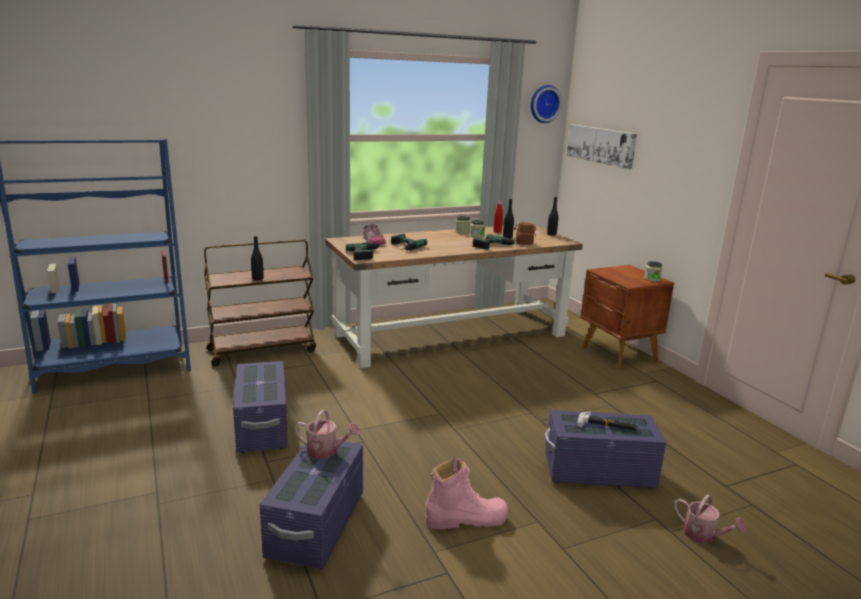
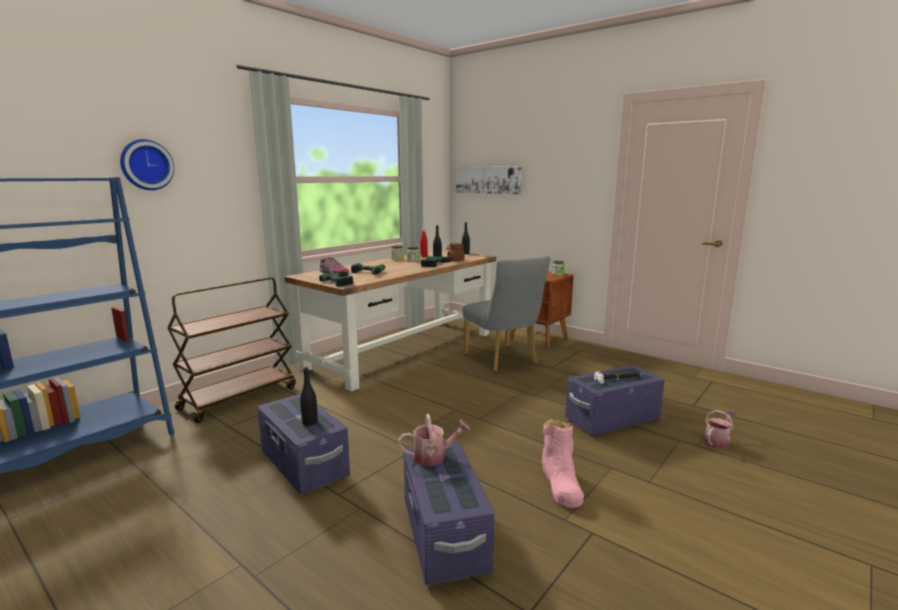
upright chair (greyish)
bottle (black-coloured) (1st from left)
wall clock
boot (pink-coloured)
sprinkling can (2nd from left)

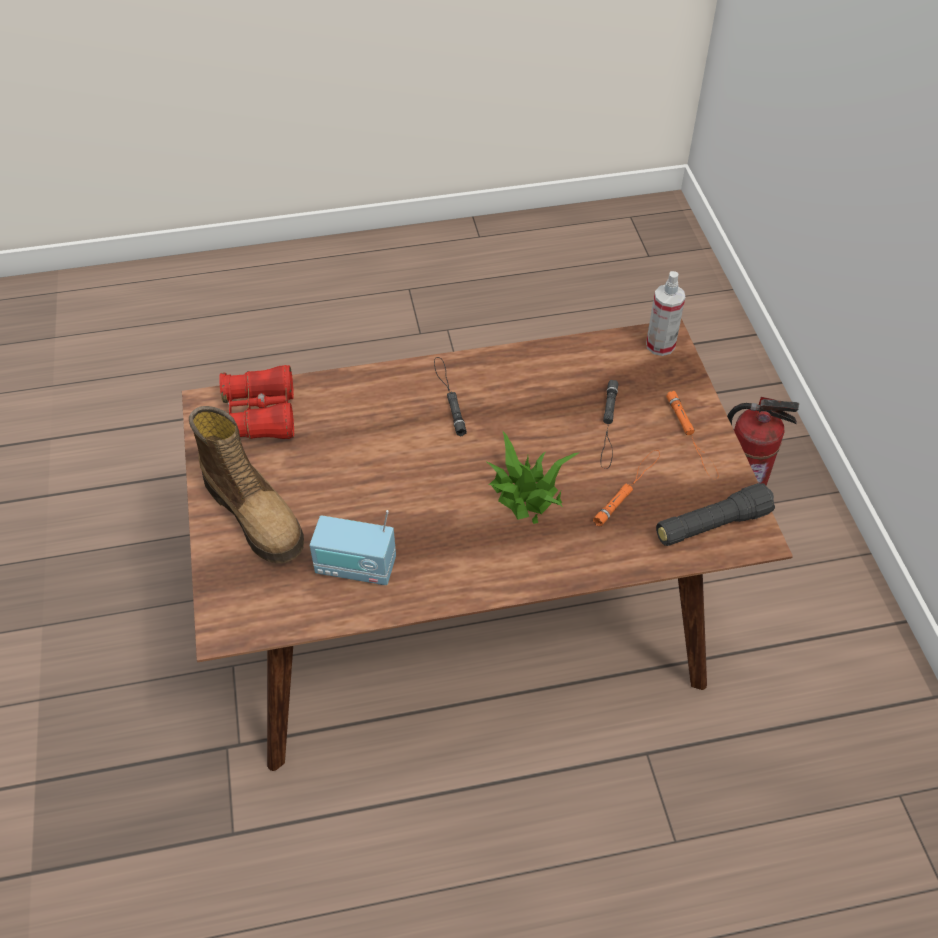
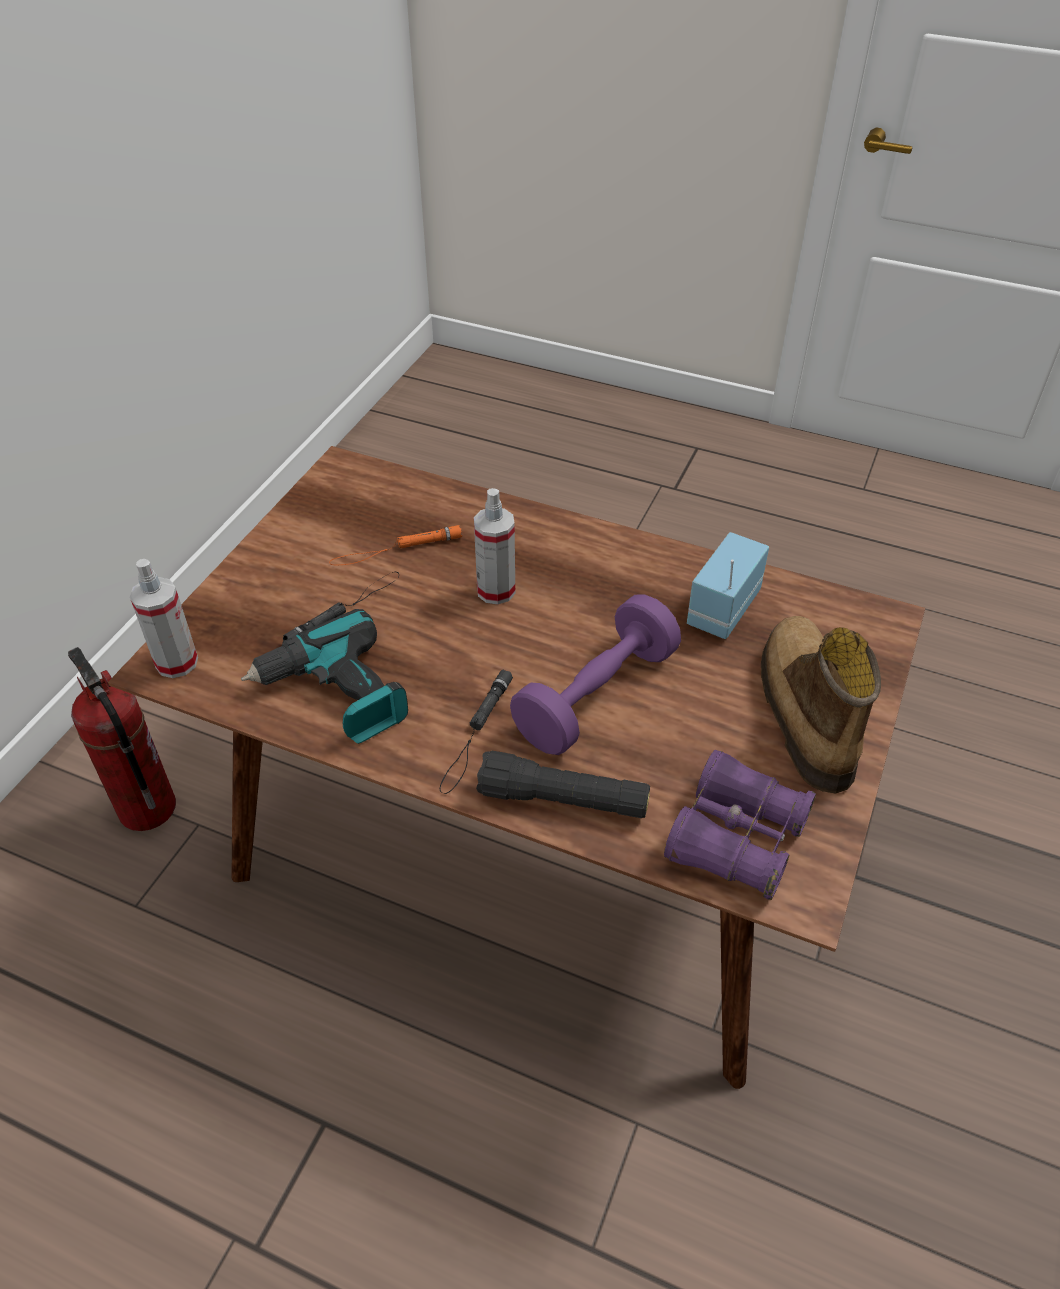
hand torch (orange) (2nd from left in the first image)
drill
free weight (purple-coloured)
hand torch (black-coloured) (3rd from left)
hand sprayer (2nd from left)
binoculars (purple-coloured)
radio set

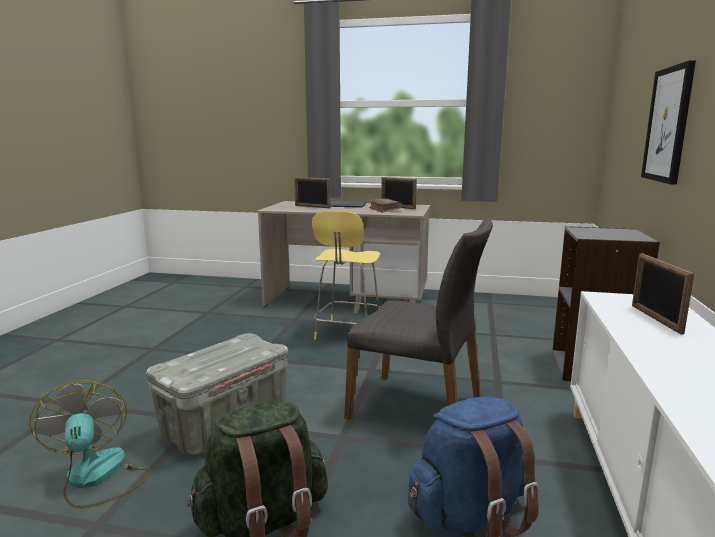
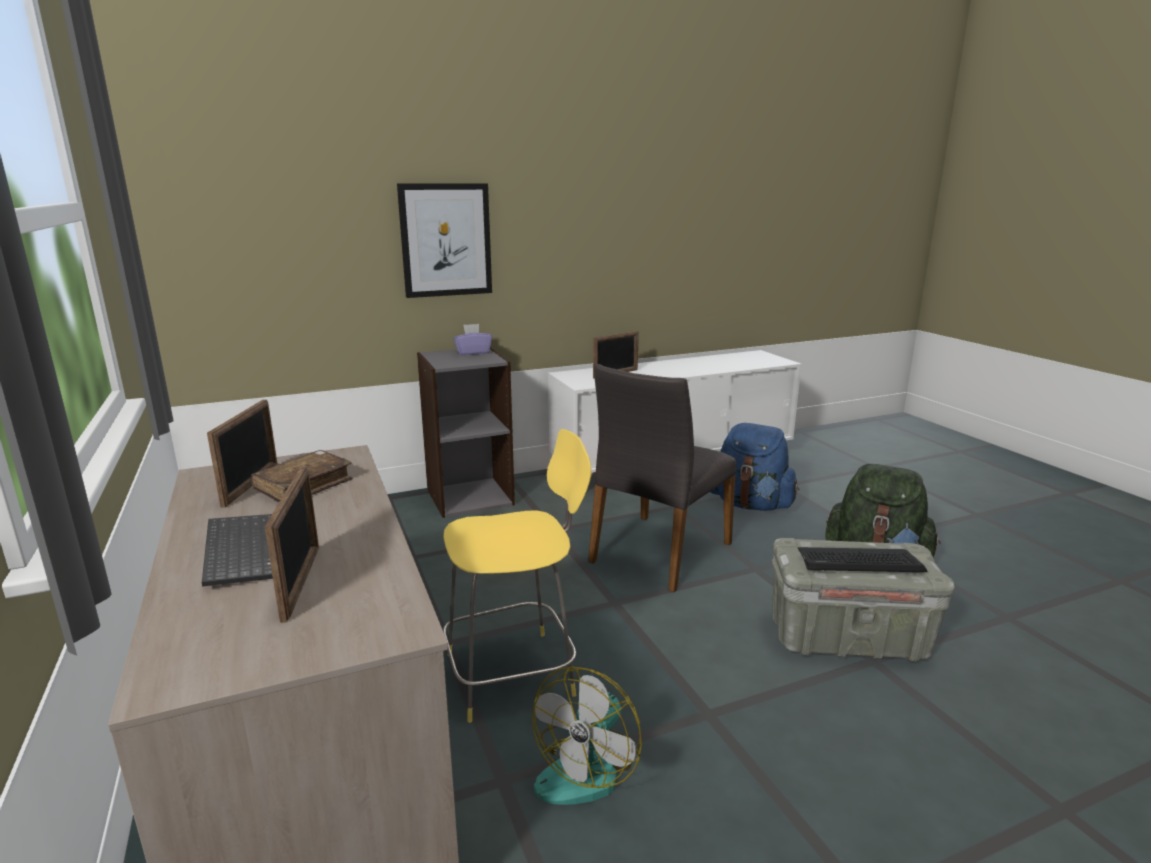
tissue holder (purple-coloured)
PC keyboard (2nd from left)
fan
upright chair (greyish)

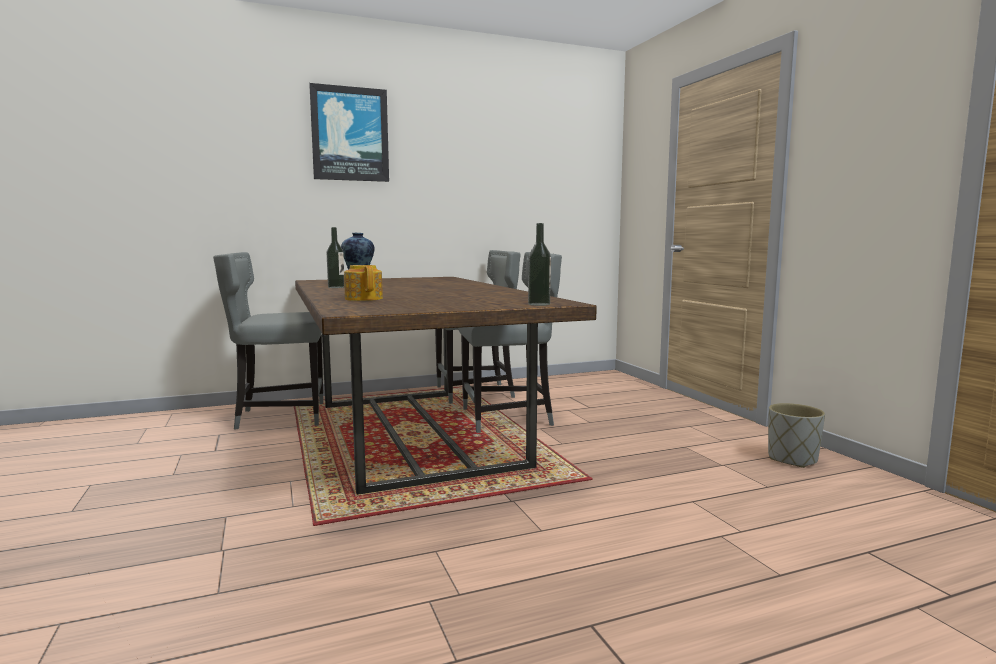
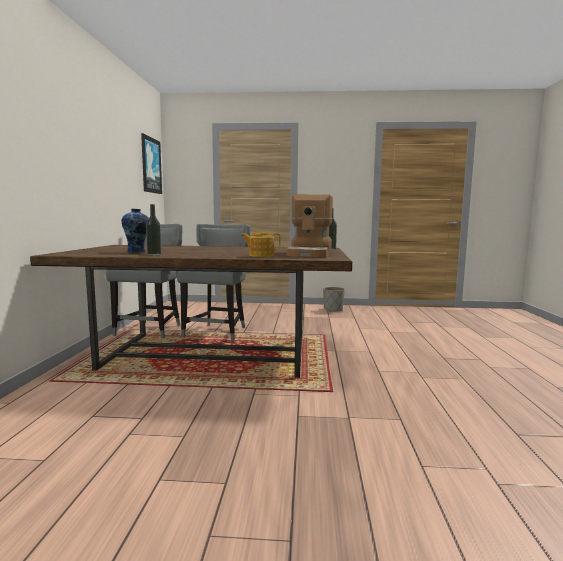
upright chair (greyish) (1st from left in the first image)
coffee maker
wall picture

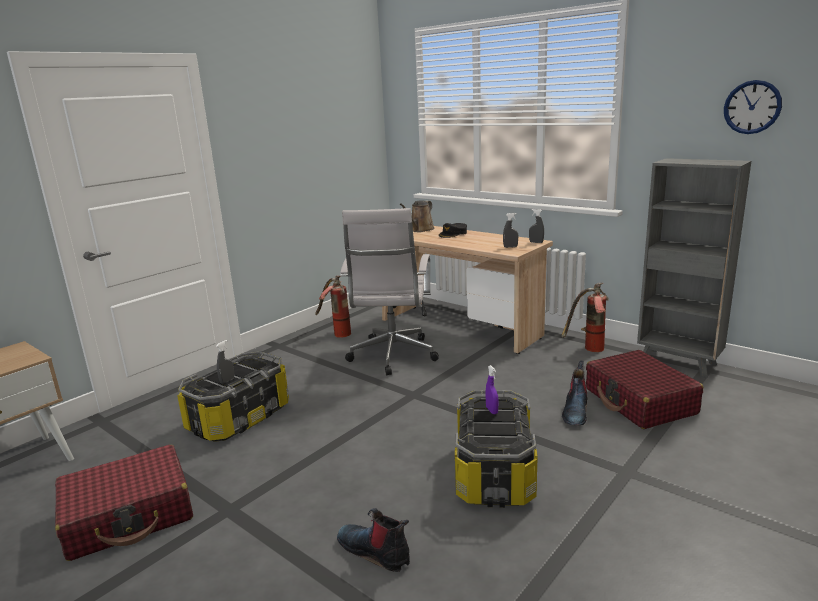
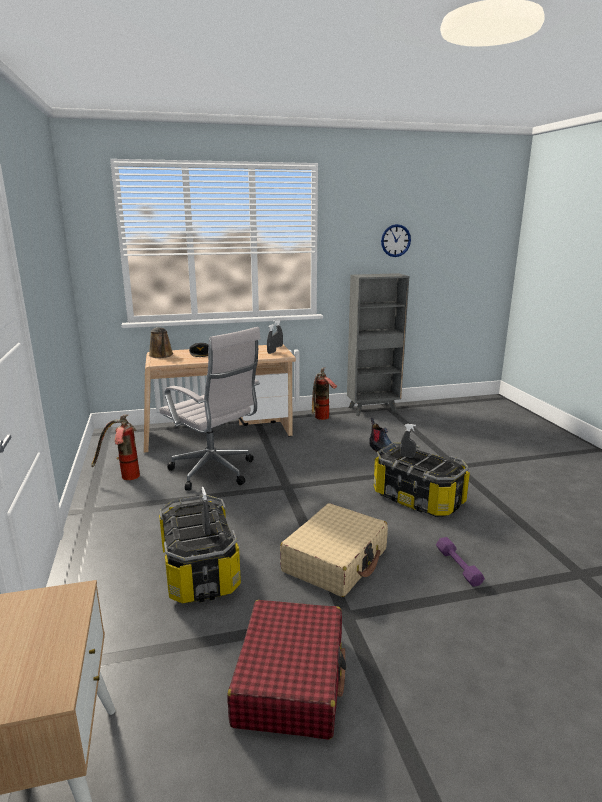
piece of luggage (red-coloured) (2nd from left in the first image)
piece of luggage (beige)
free weight (purple-coloured)
hand sprayer (greyish) (4th from left)

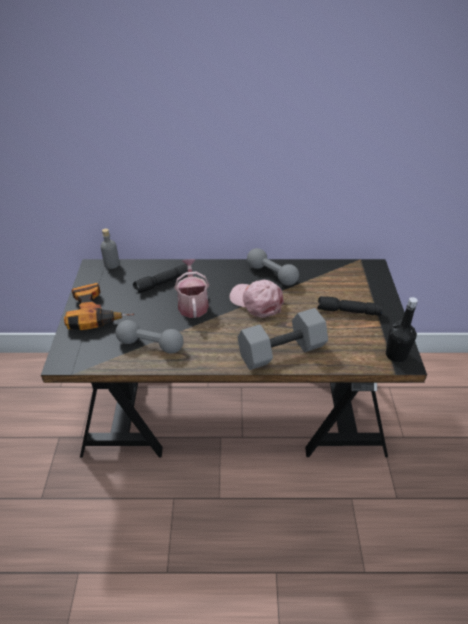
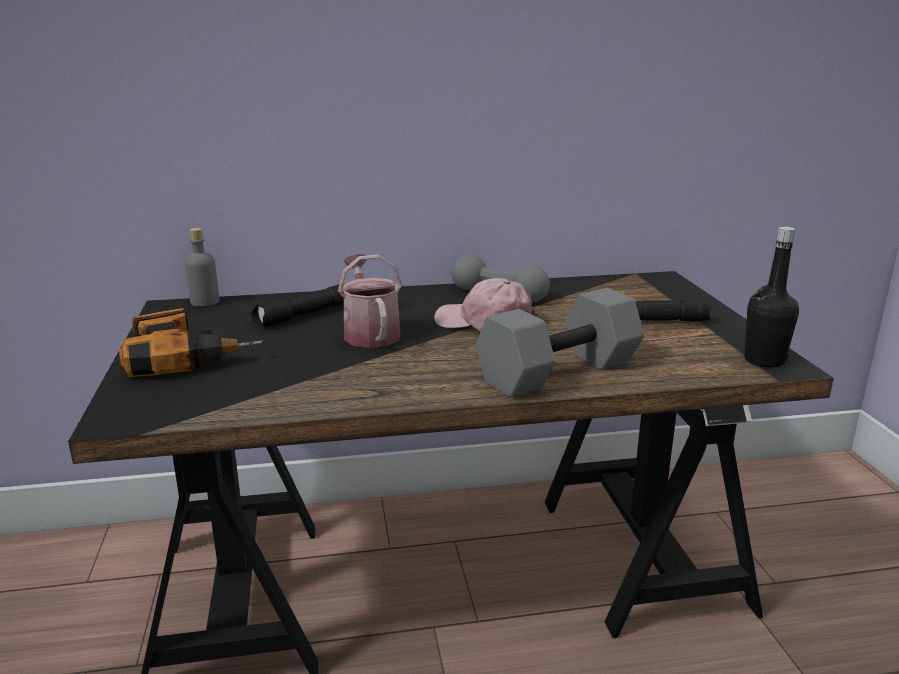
free weight (greyish) (1st from left in the first image)

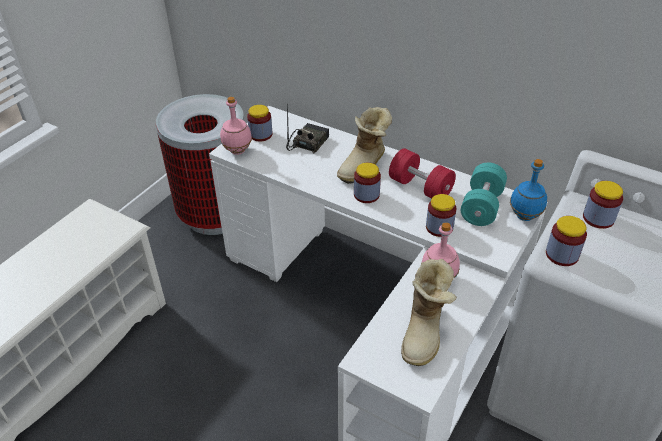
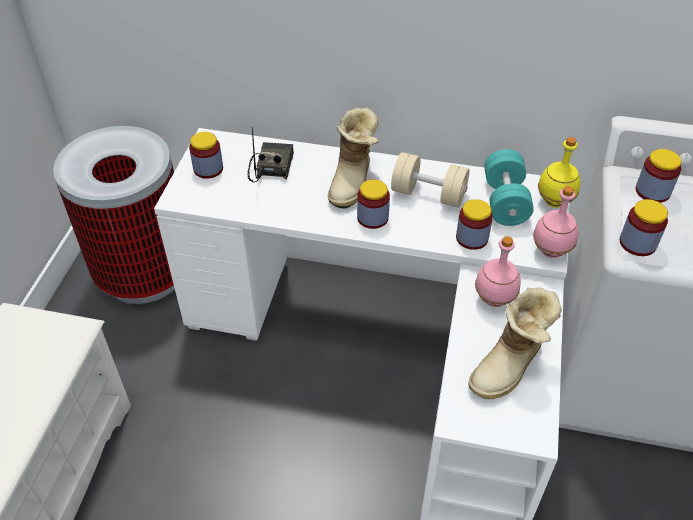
bottle (pink-coloured) (2nd from left)
free weight (beige)
bottle (yellow-coloured)
boot (2nd from left)

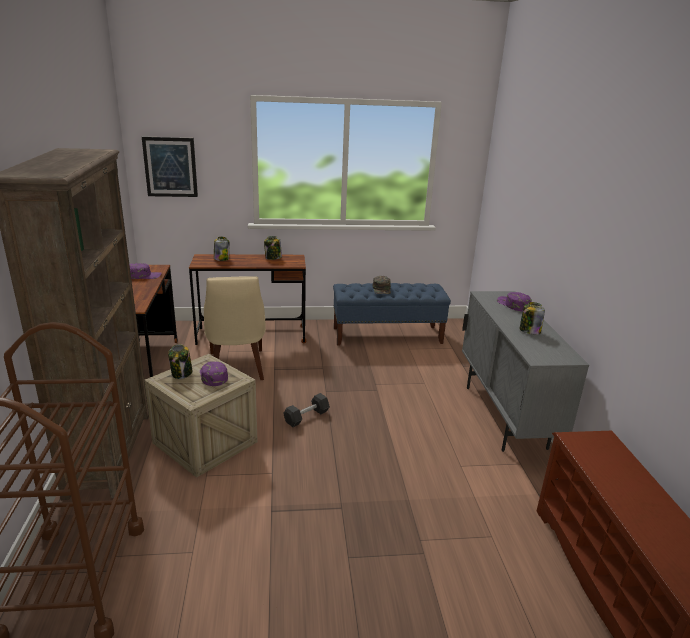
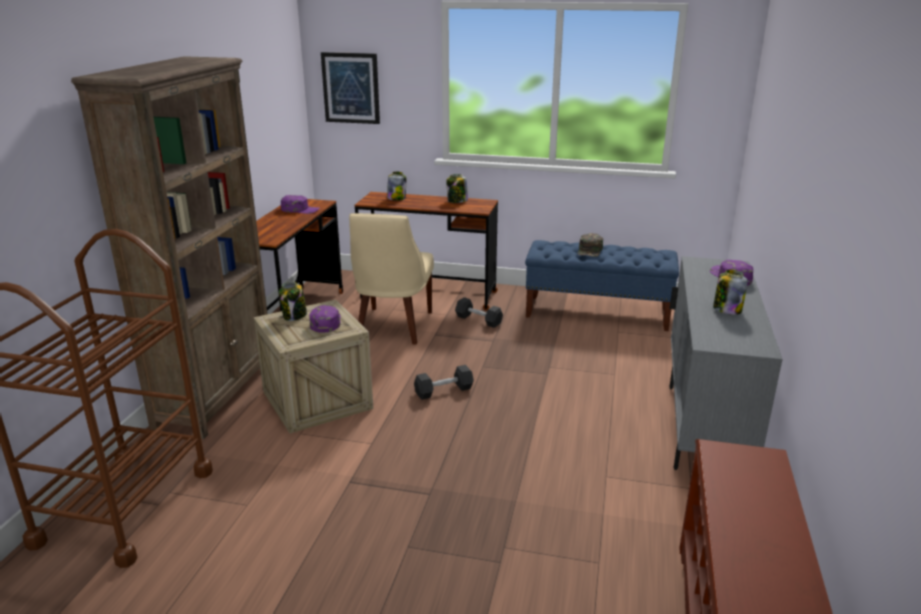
free weight (black-coloured) (2nd from left)

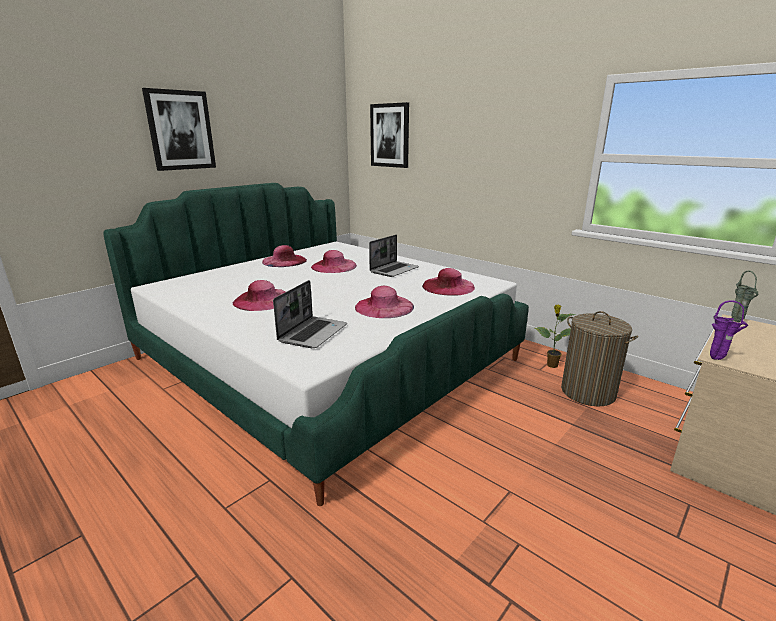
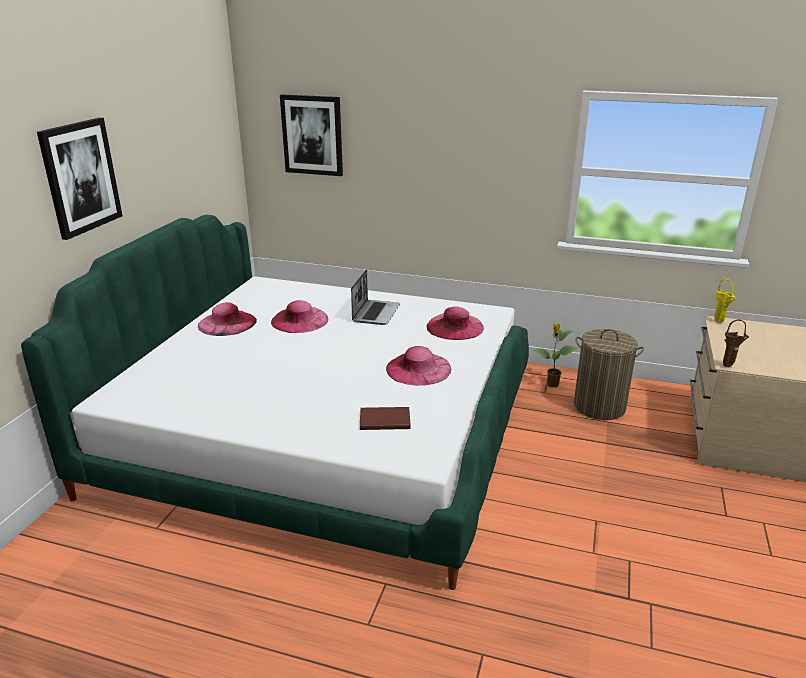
hat (pink-coloured) (1st from left in the first image)
book (brown)
decorative vase (brown)
decorative vase (yellow-coloured)

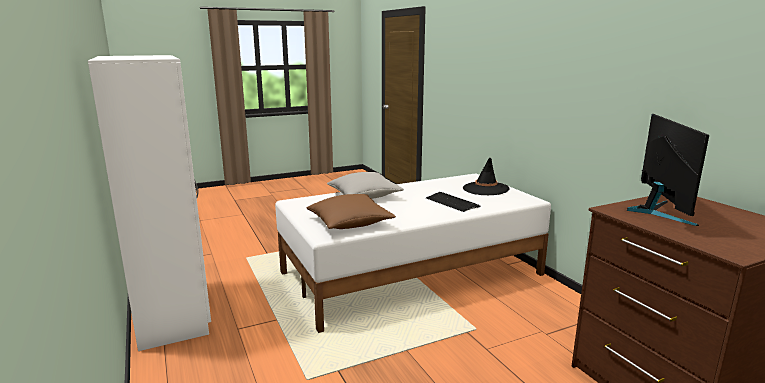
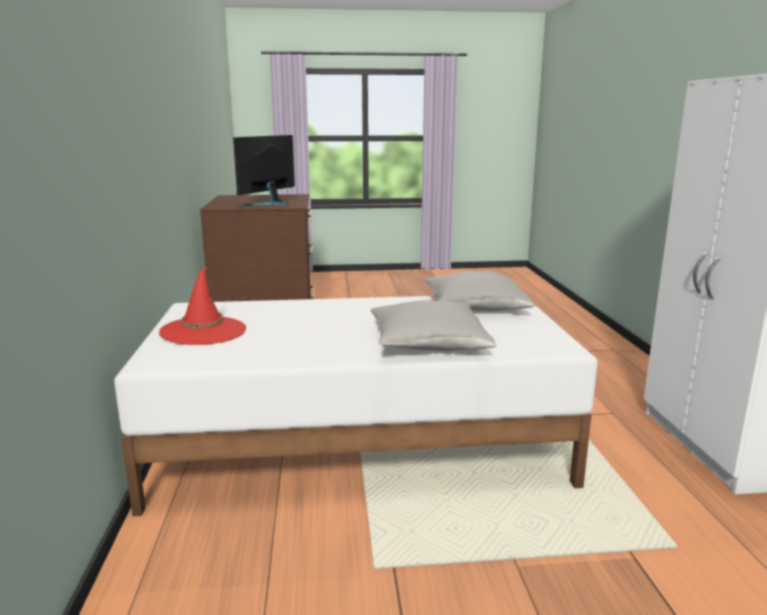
PC keyboard
throw pillow (greyish) (2nd from left)
hat (red-coloured)

